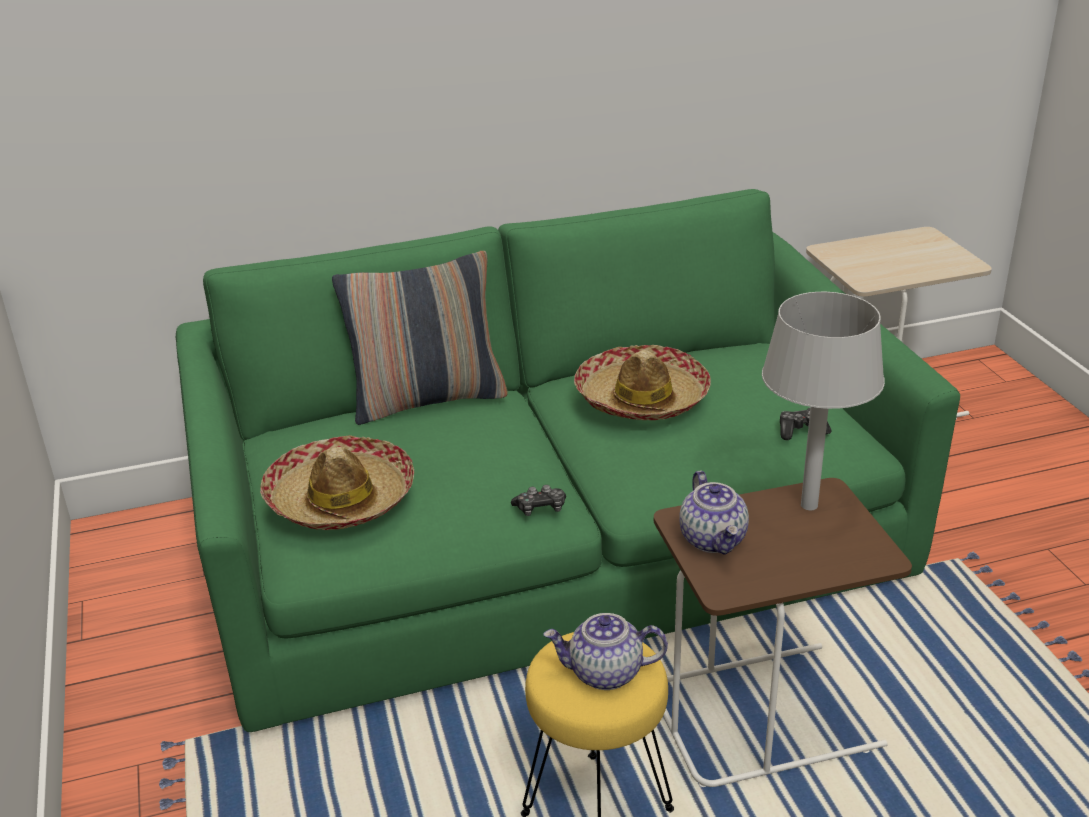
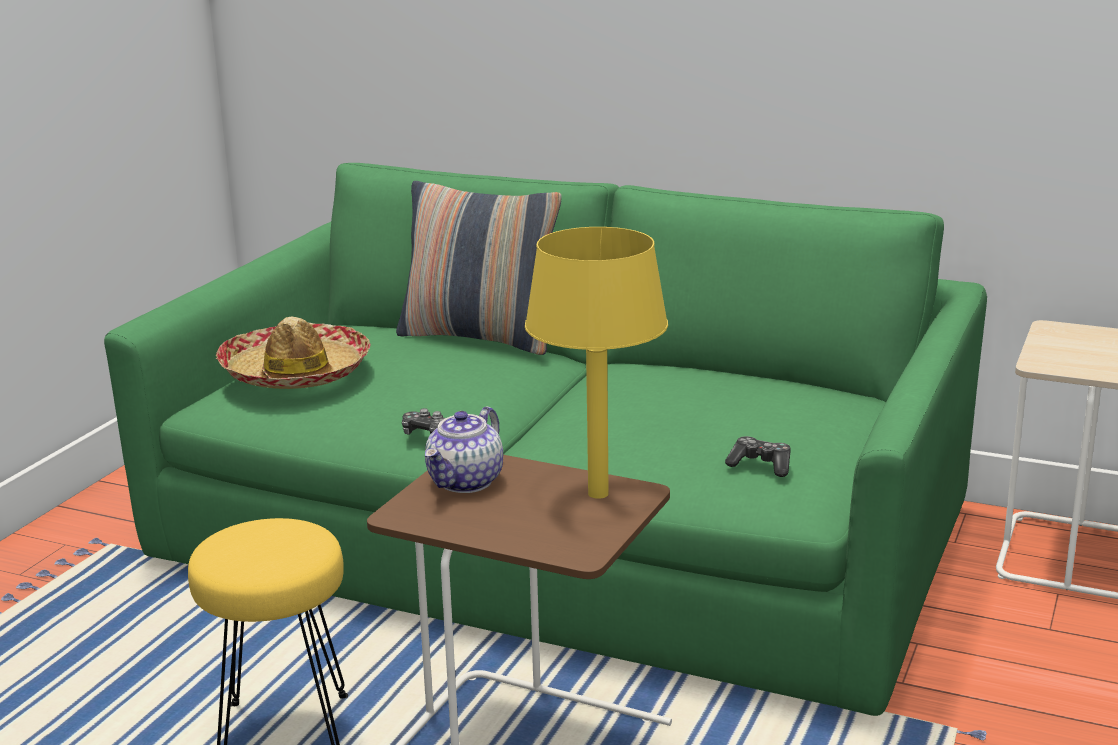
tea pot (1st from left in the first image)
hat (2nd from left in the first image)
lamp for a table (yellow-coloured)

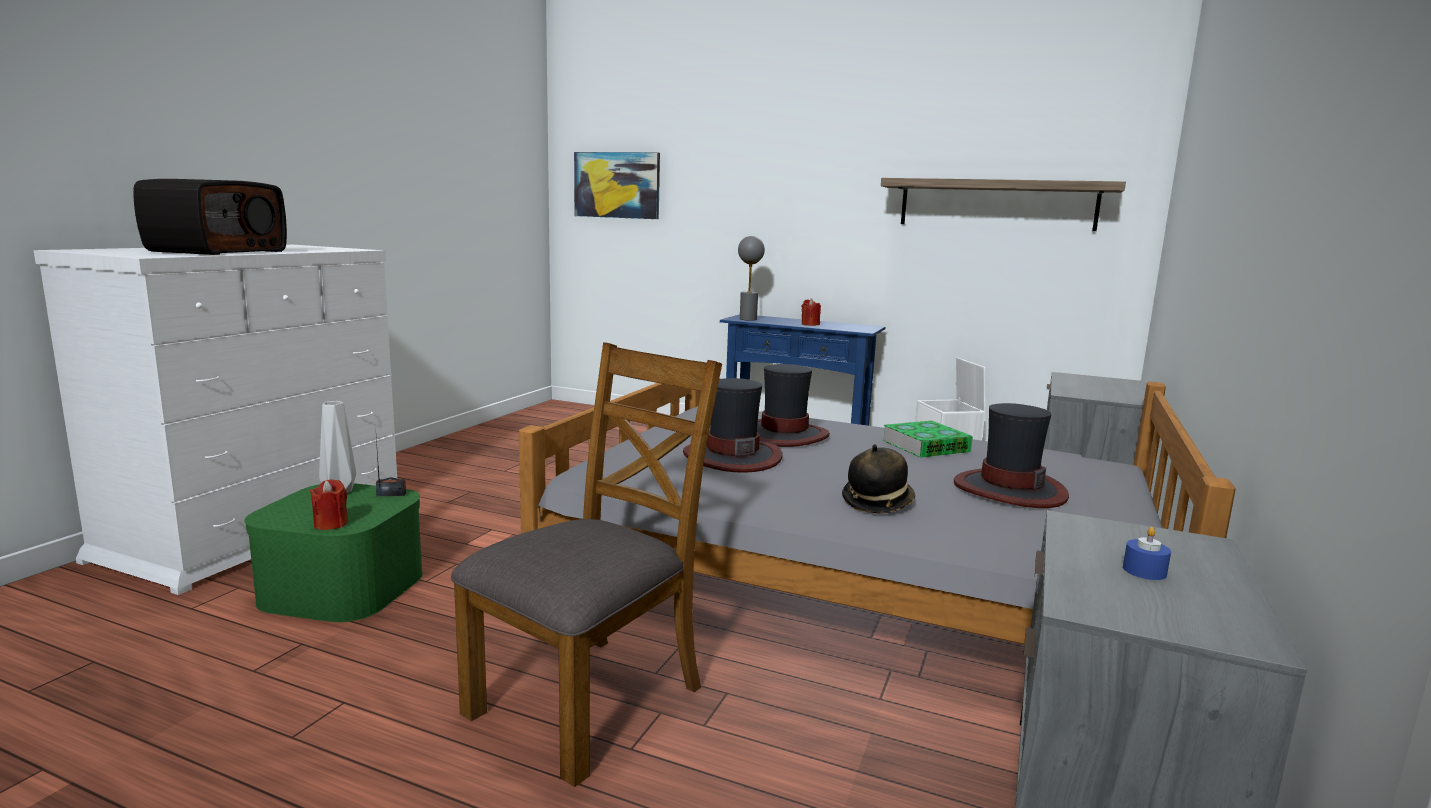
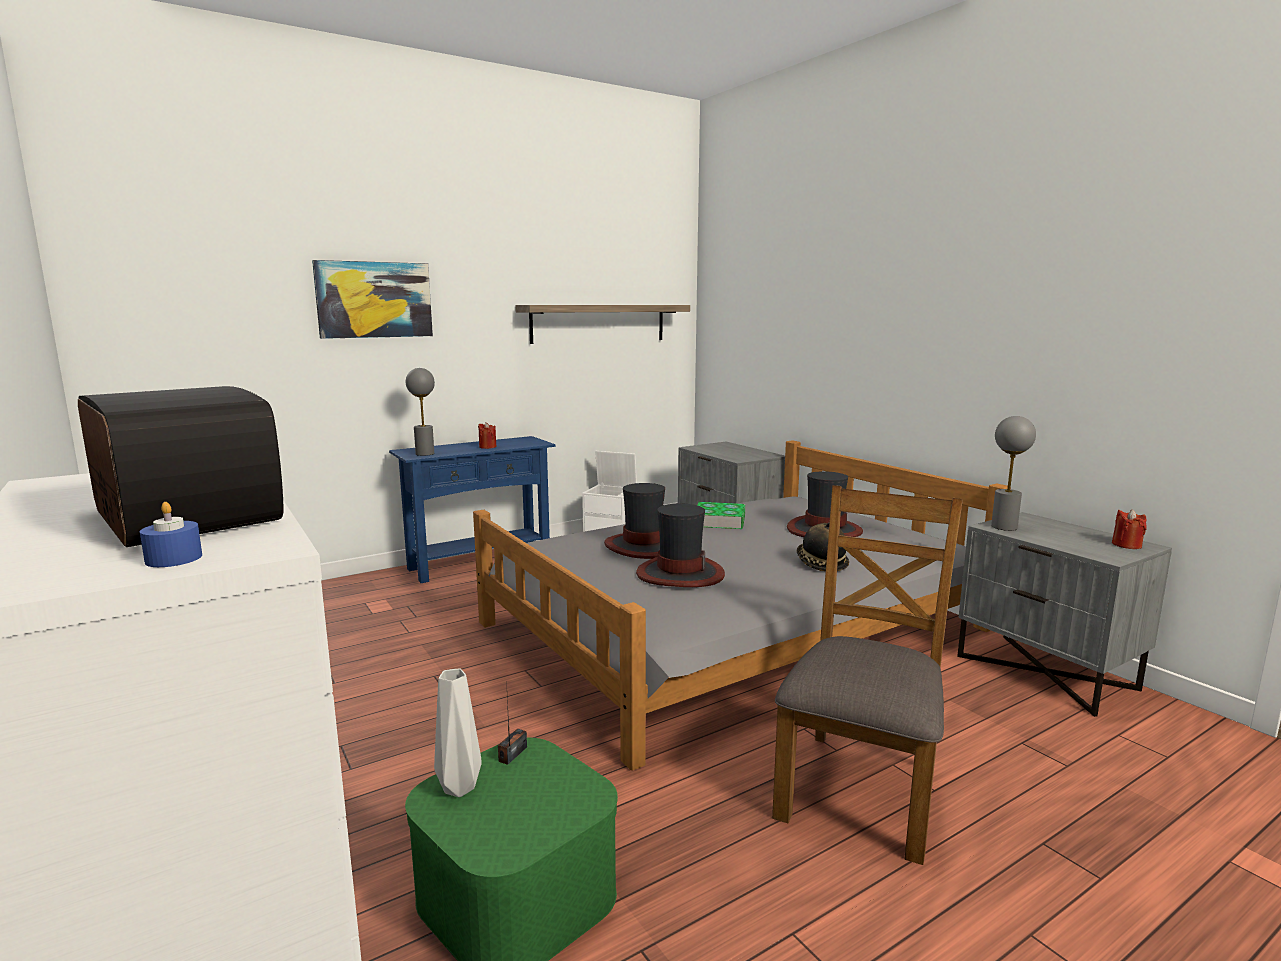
lamp for a table (greyish) (2nd from left)
wax light (red-coloured) (2nd from left)
wall picture
wax light (bluish)
upright chair (brown)

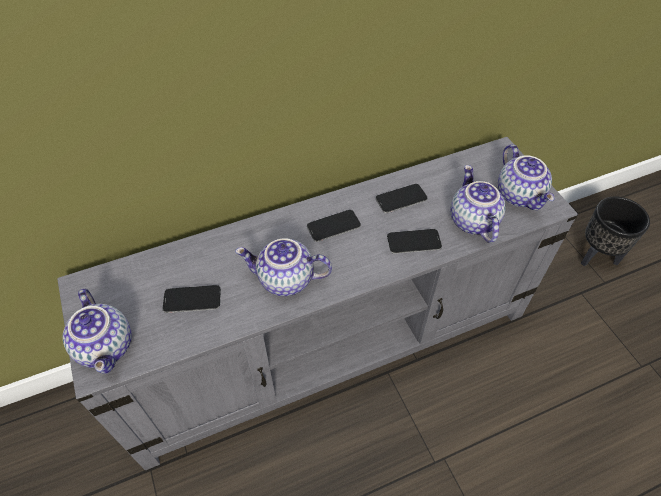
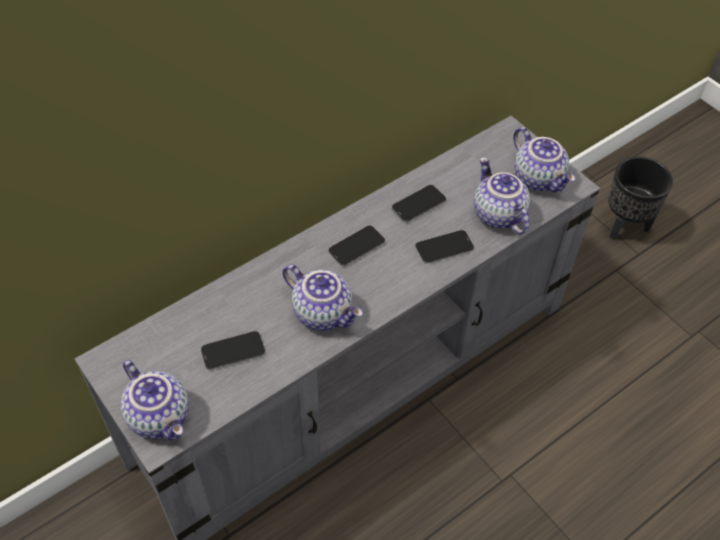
tea pot (2nd from left)

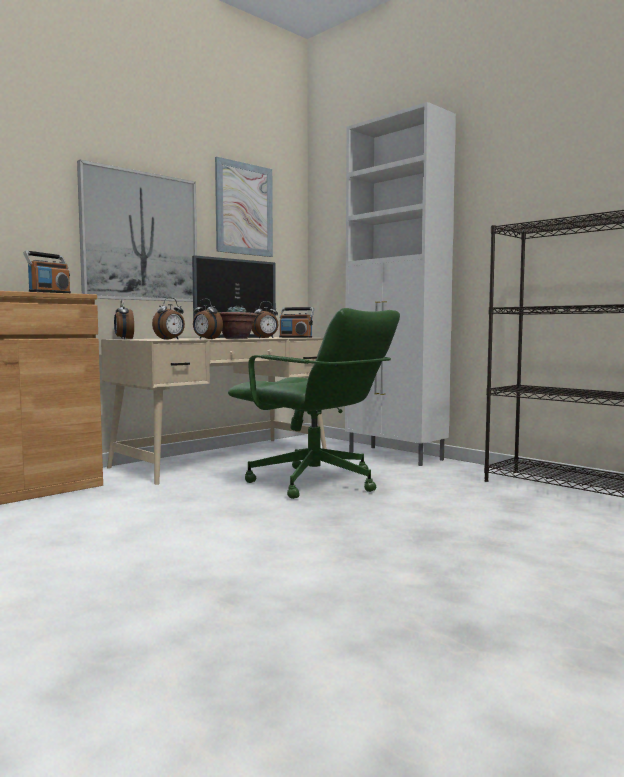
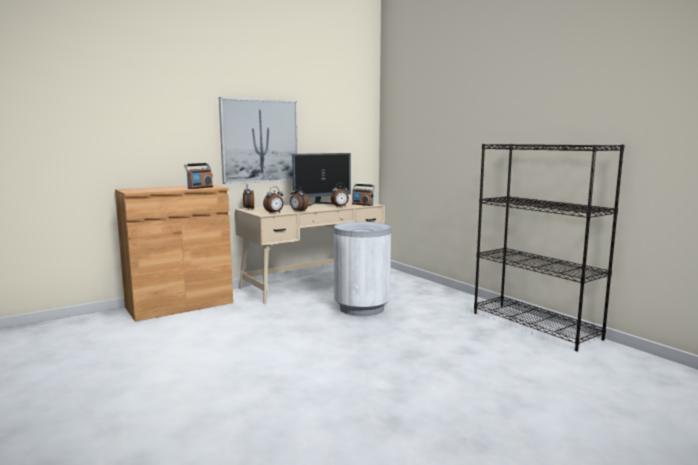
wall picture (2nd from left in the first image)
potted plant
cupboard (whitish)
waste bin (whitish)

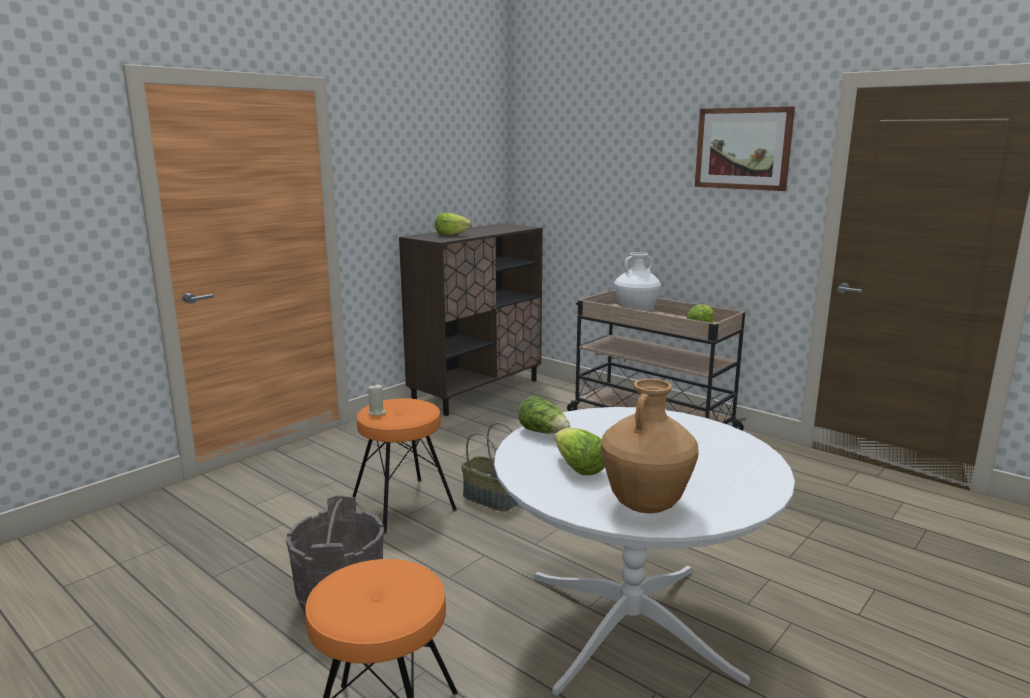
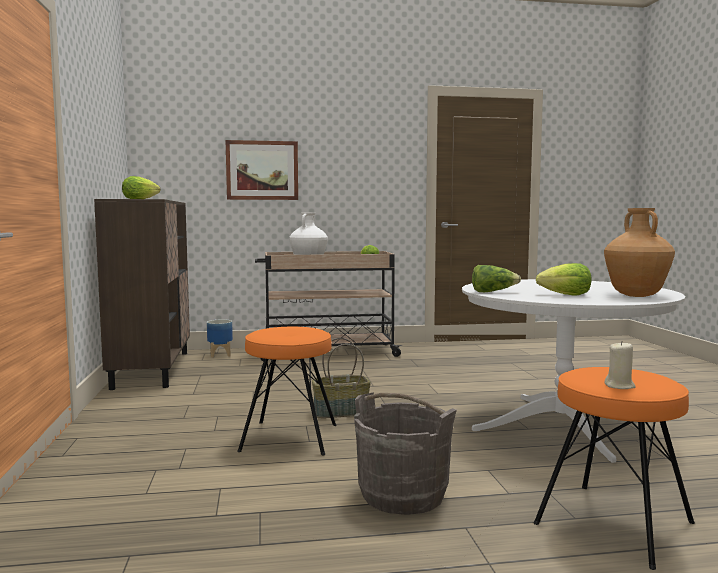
planter
wax light (beige)
wall picture

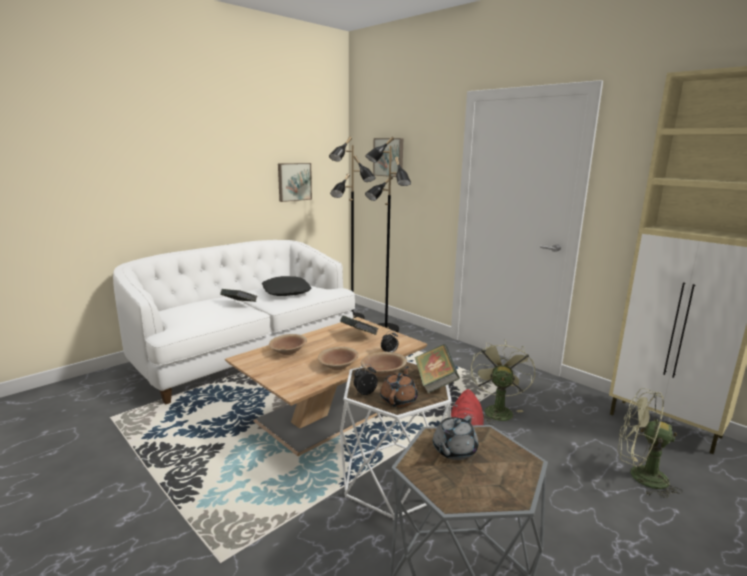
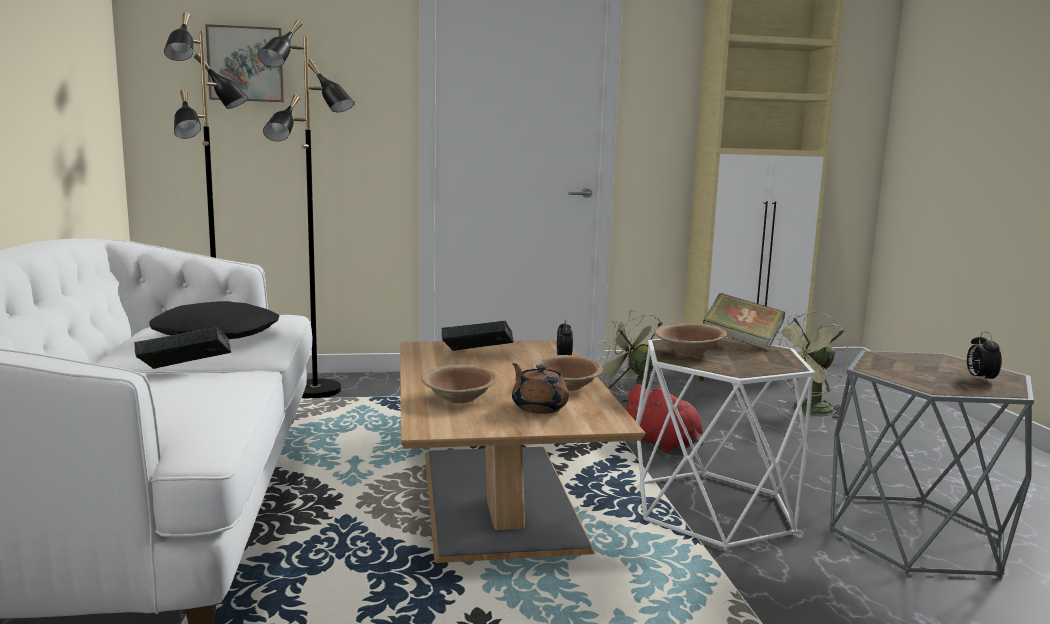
wall picture (1st from left in the first image)
tea pot (greyish)
table clock (2nd from left)
tea pot (brown)

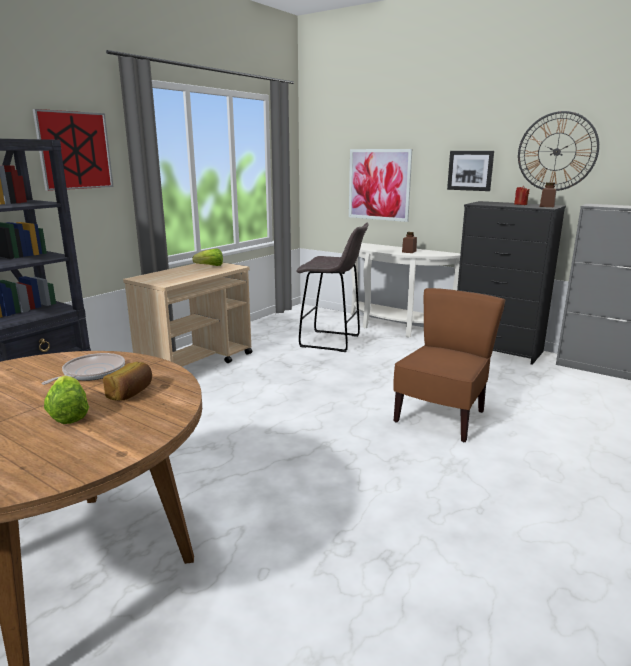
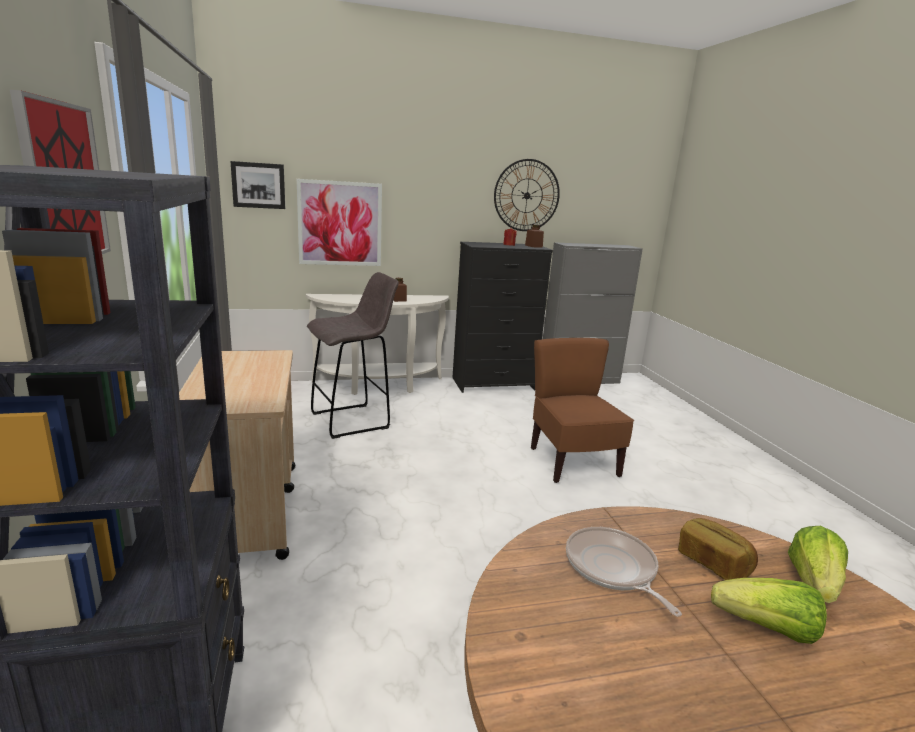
head of lettuce (2nd from left)
wall picture (2nd from left)

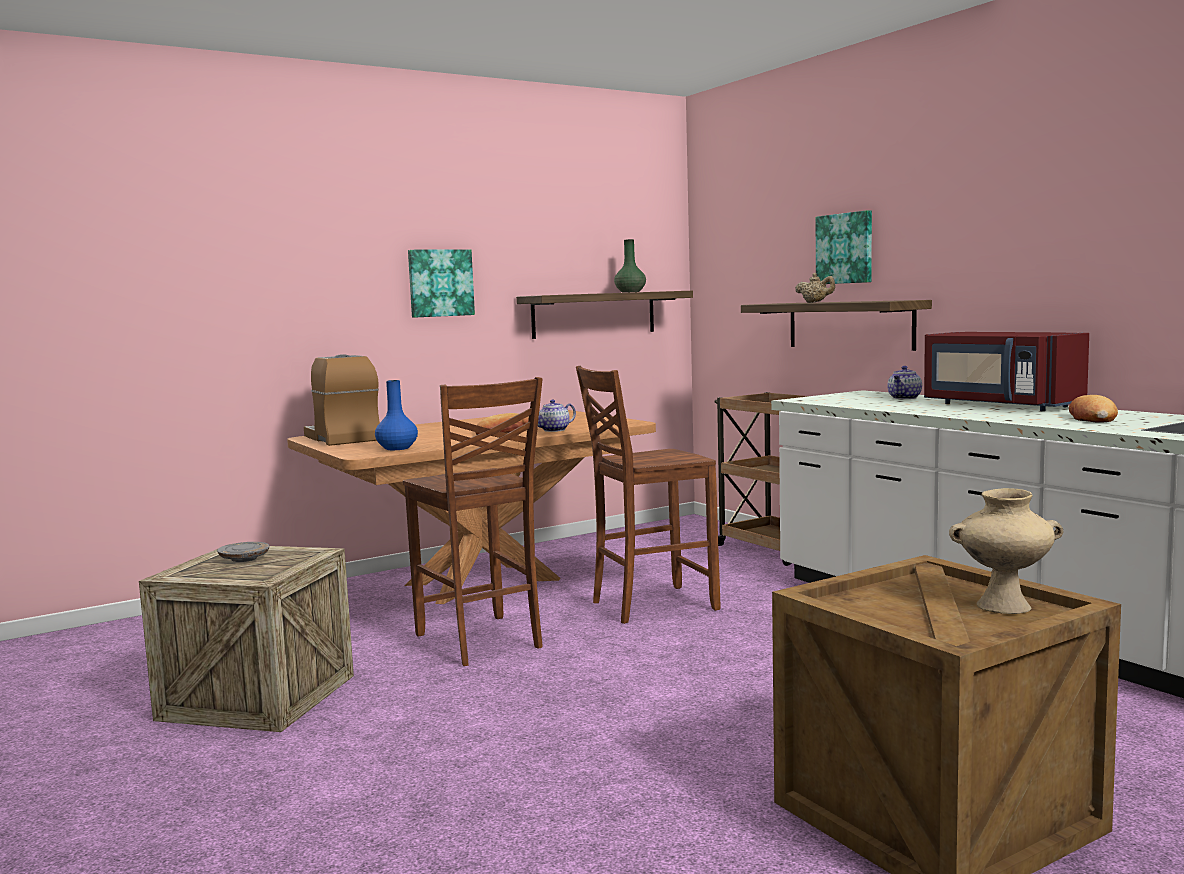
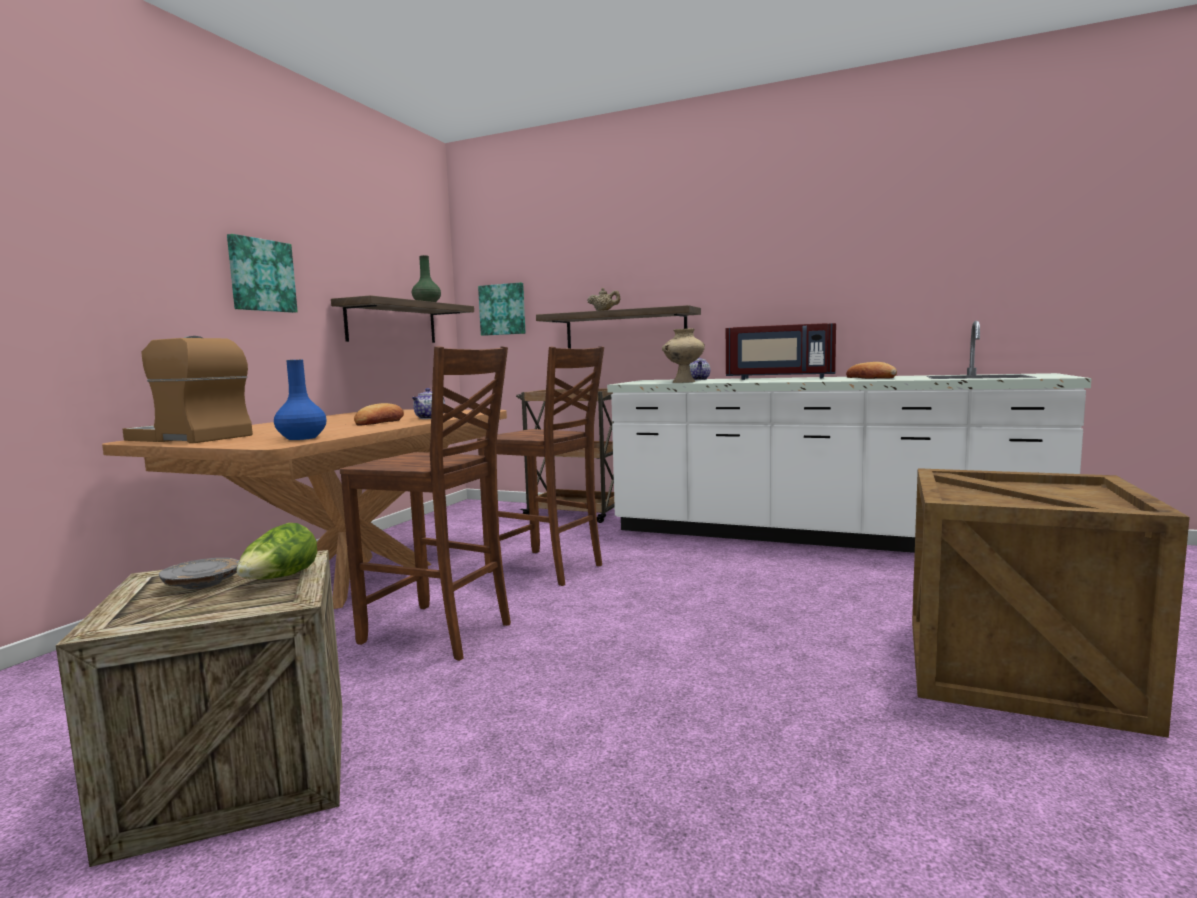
head of lettuce
wall picture (2nd from left)
decorative vase (beige)
upright chair (brown) (2nd from left)

